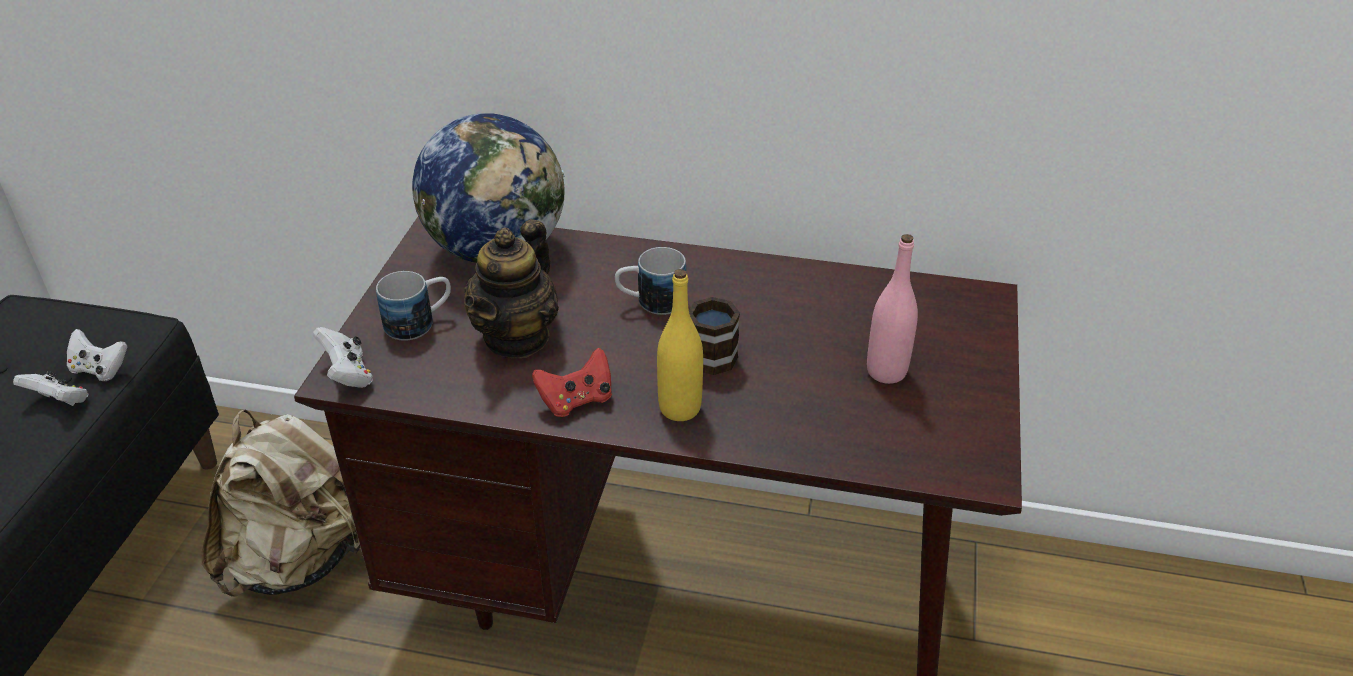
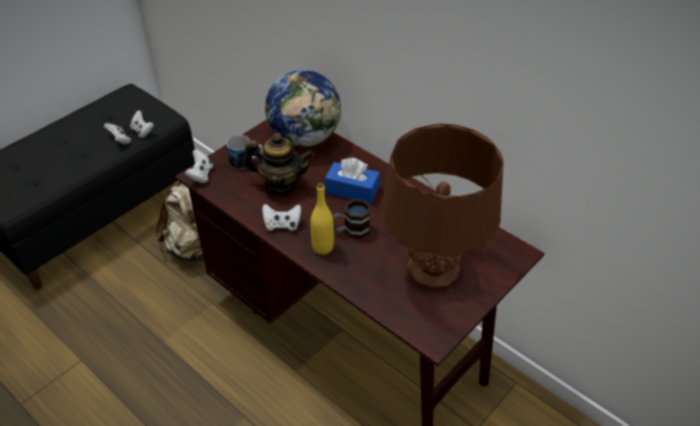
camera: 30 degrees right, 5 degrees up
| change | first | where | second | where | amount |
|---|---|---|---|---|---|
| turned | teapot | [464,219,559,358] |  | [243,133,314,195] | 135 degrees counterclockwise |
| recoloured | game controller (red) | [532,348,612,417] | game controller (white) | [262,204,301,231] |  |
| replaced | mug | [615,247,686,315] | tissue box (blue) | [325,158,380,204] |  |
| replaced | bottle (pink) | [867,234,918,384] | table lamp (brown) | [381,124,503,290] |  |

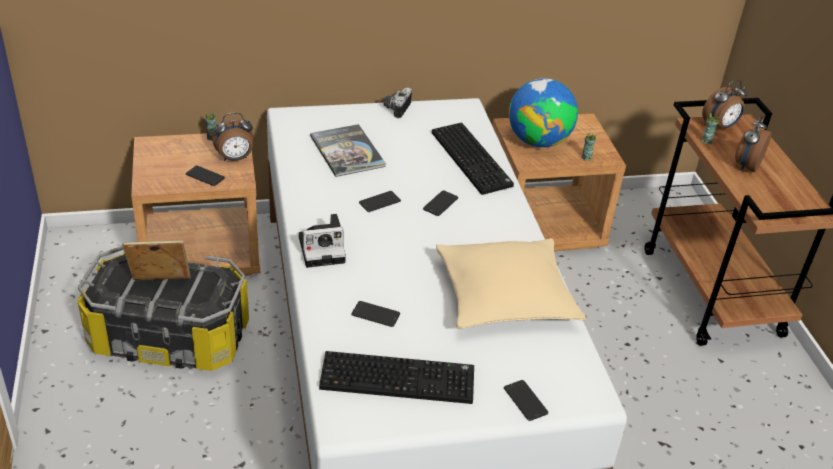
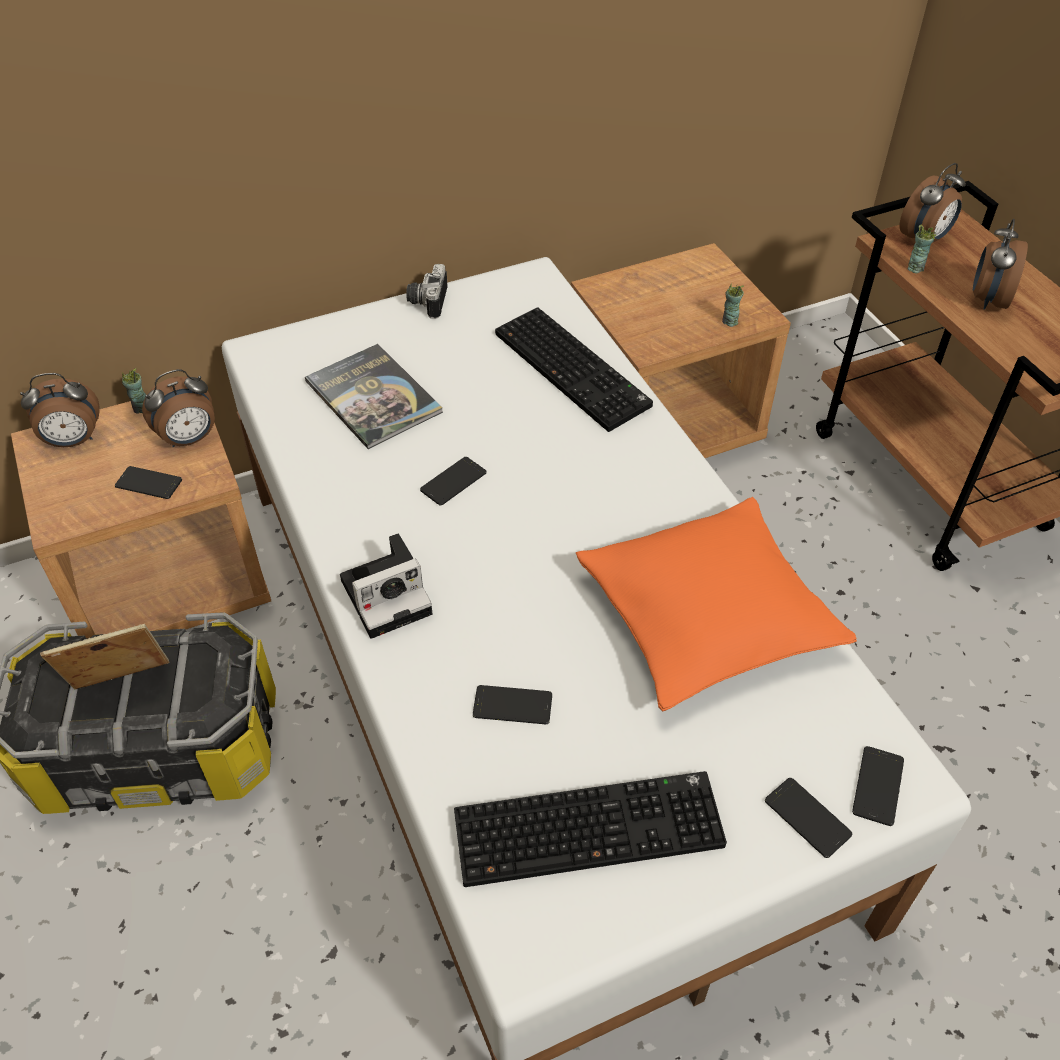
camera: 10 degrees left, 10 degrees up
| change | first | where | second | where | amount |
|---|---|---|---|---|---|
| moved | phone | [423,190,458,216] |  | [852,746,904,826] |  |
| recoloured | pillow (beige) | [436,238,586,329] | pillow (orange) | [576,497,857,711] |  |
| removed | globe | [509,78,578,148] |  |  |  |
| added |  |  | alarm clock | [20,373,100,447] |  |

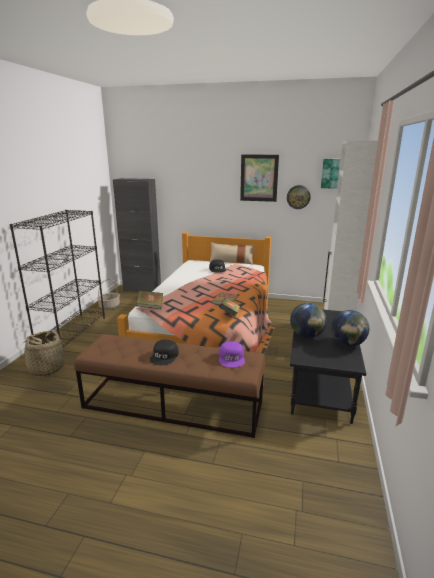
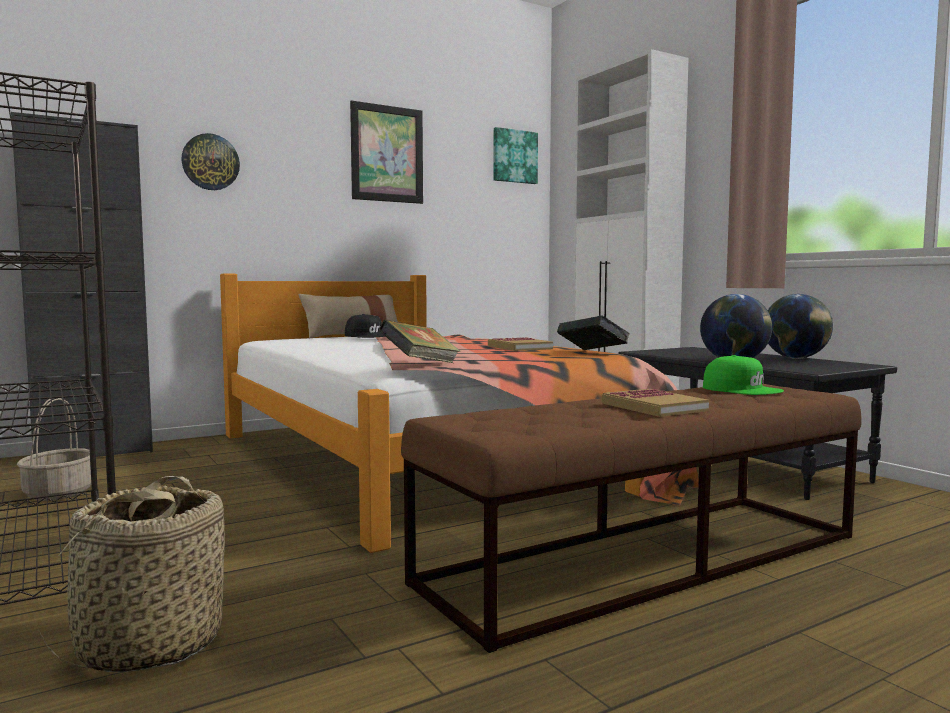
camera: 45 degrees left, 15 degrees down
| change | first | where | second | where | amount |
|---|---|---|---|---|---|
| replaced | cap (black) | [150,340,179,365] | book | [602,389,709,417] |  |
| recoloured | cap (purple) | [219,341,245,368] | cap (green) | [703,355,784,395] |  |
| moved | wall clock | [287,185,311,209] |  | [181,133,240,190] |  |

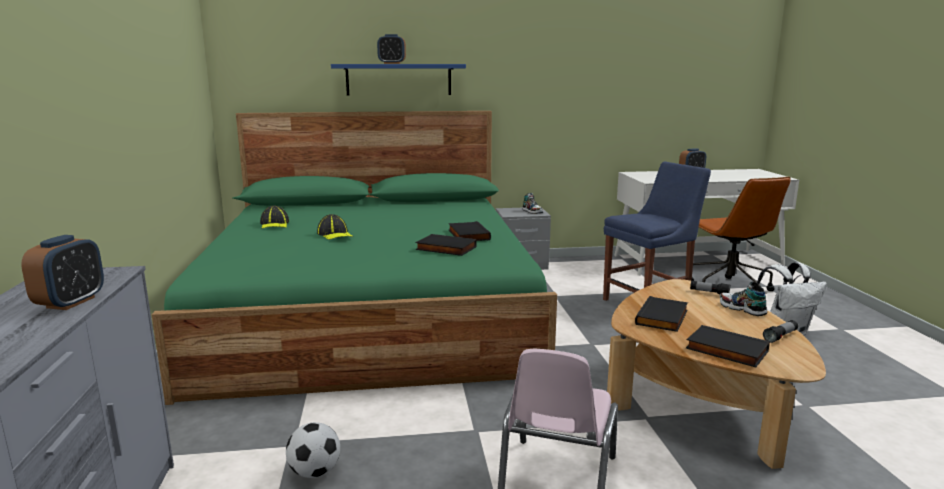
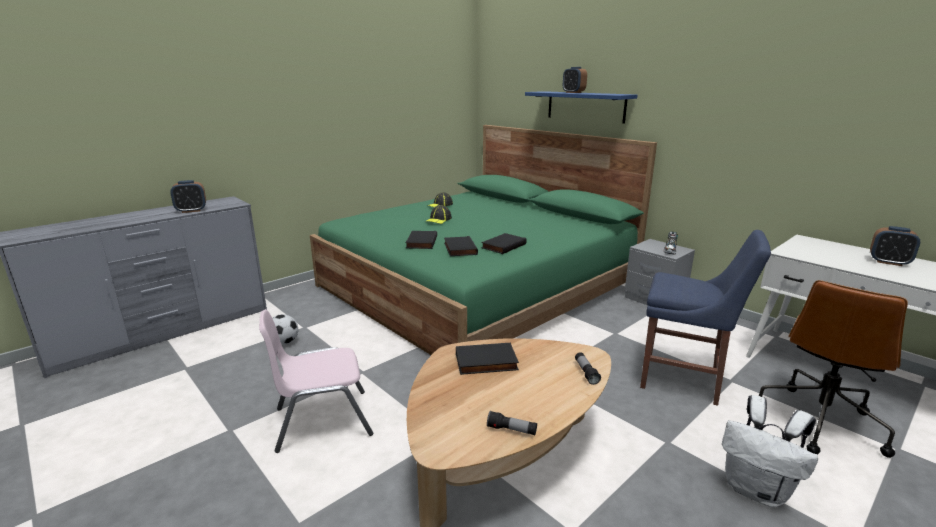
camera: 55 degrees right, 5 degrees up
| change | first | where | second | where | amount |
|---|---|---|---|---|---|
| moved | book (black) | [686,325,770,367] |  | [405,231,437,249] |  |
| removed | shoe | [720,282,767,316] |  |  |  |

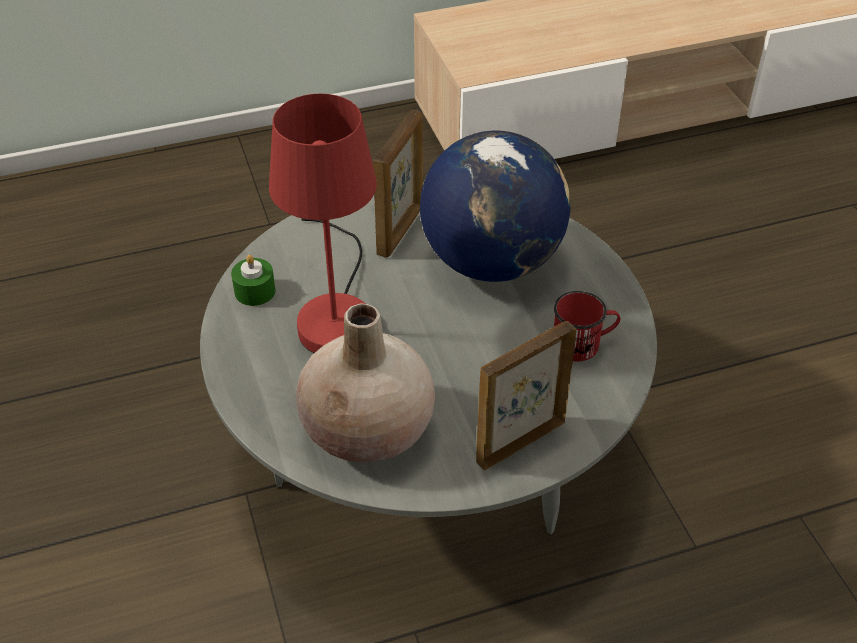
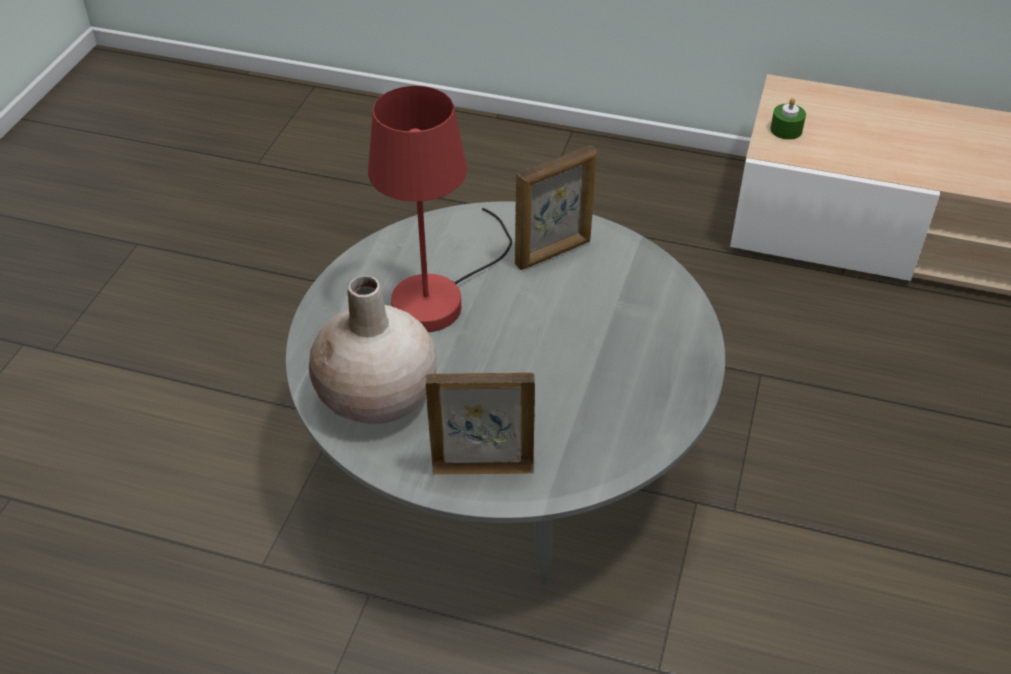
camera: 35 degrees right, 0 degrees up
| change | first | where | second | where | amount |
|---|---|---|---|---|---|
| moved | candle (green) | [231,255,275,306] |  | [770,98,806,140] |  |
| removed | globe | [420,130,571,282] |  |  |  |
| removed | mug (red) | [554,291,620,361] |  |  |  |

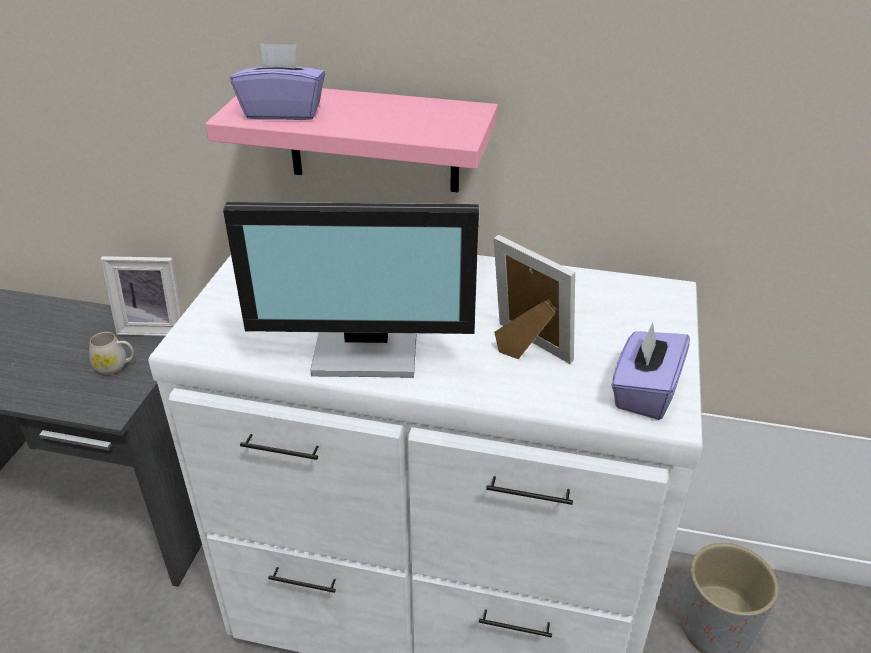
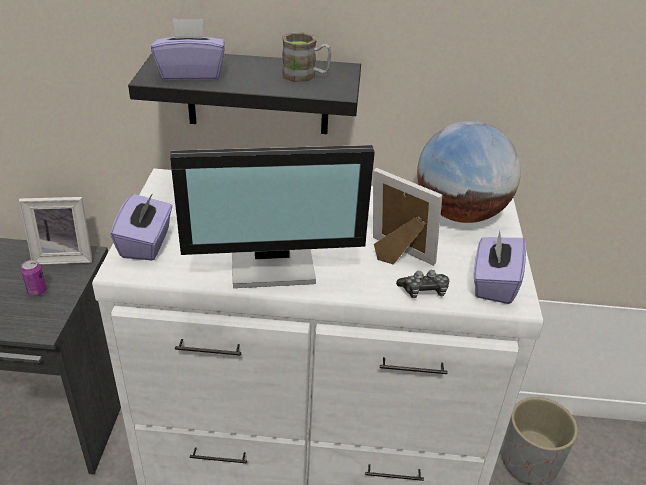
camera: 10 degrees left, 0 degrees up
| change | first | where | second | where | amount |
|---|---|---|---|---|---|
| replaced | mug (white) | [89,332,134,375] | can | [21,260,47,296] |  |
| recoloured | shelf (pink) | [205,88,498,192] | shelf (black) | [128,53,361,134] |  |
| added |  |  | tissue box (purple) | [111,193,172,261] |  |
| added |  |  | mug (brown) | [282,32,332,82] |  |
| added |  |  | game controller | [396,270,449,298] |  |
| added |  |  | globe | [417,121,521,223] |  |

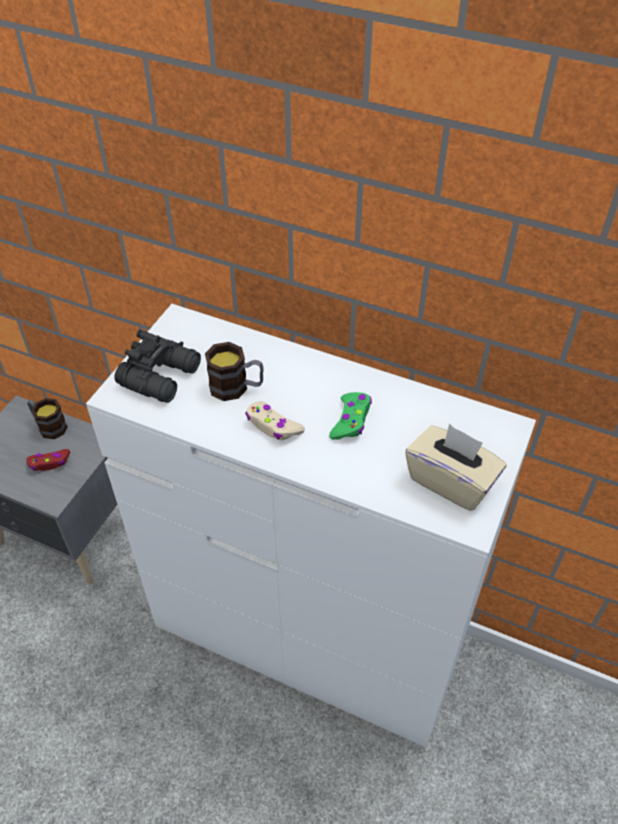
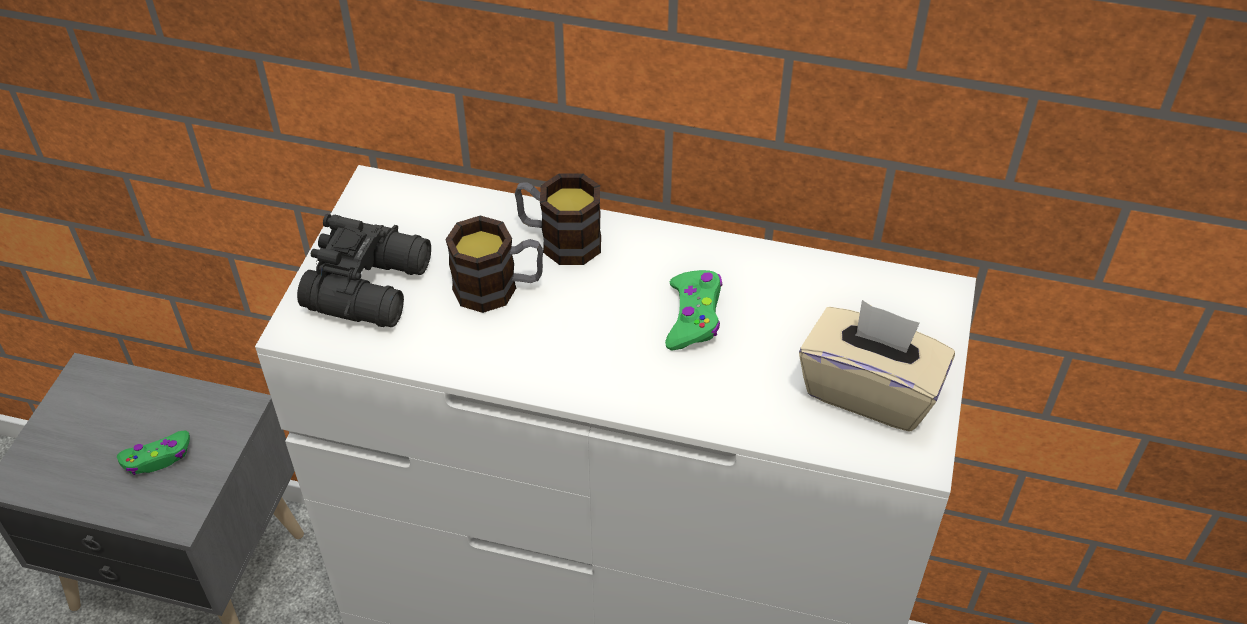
camera: 10 degrees left, 0 degrees up
| change | first | where | second | where | amount |
|---|---|---|---|---|---|
| recoloured | game controller (red) | [26,449,70,471] | game controller (green) | [117,431,190,475] |  |
| moved | mug | [27,398,68,439] |  | [515,173,601,265] |  |
| removed | game controller (beige) | [245,401,305,440] |  |  |  |

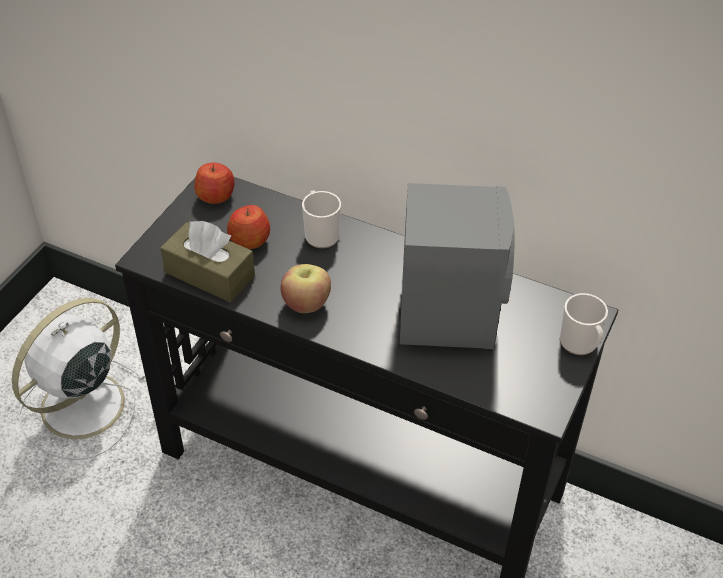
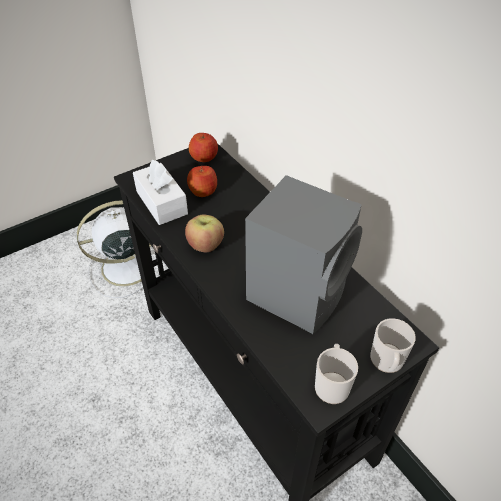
camera: 30 degrees right, 0 degrees up
| change | first | where | second | where | amount |
|---|---|---|---|---|---|
| recoloured | tissue box (brown) | [160,221,255,302] | tissue box (white) | [133,160,188,225] |  |
| moved | mug | [302,191,341,248] |  | [315,344,358,404] |  |

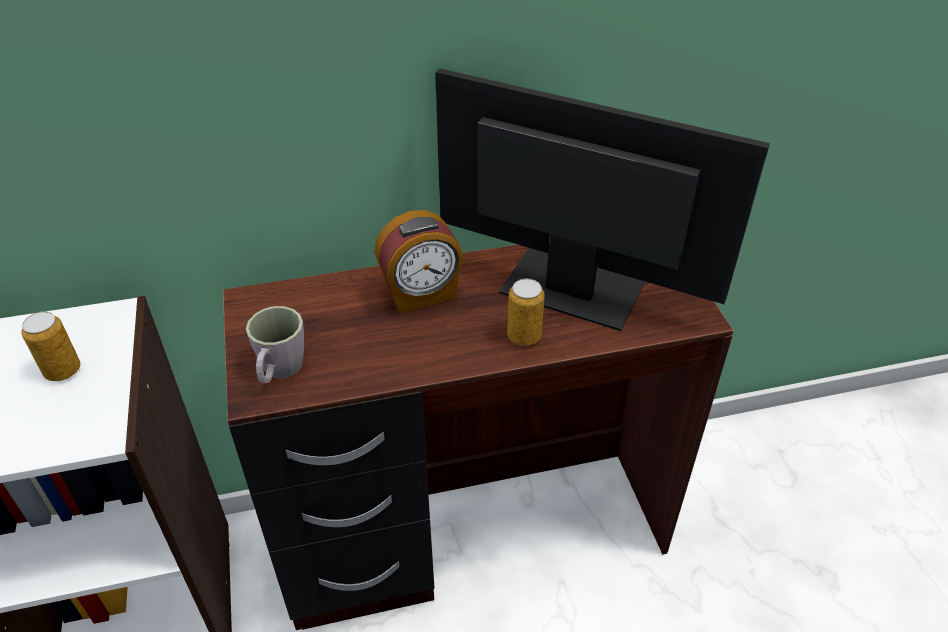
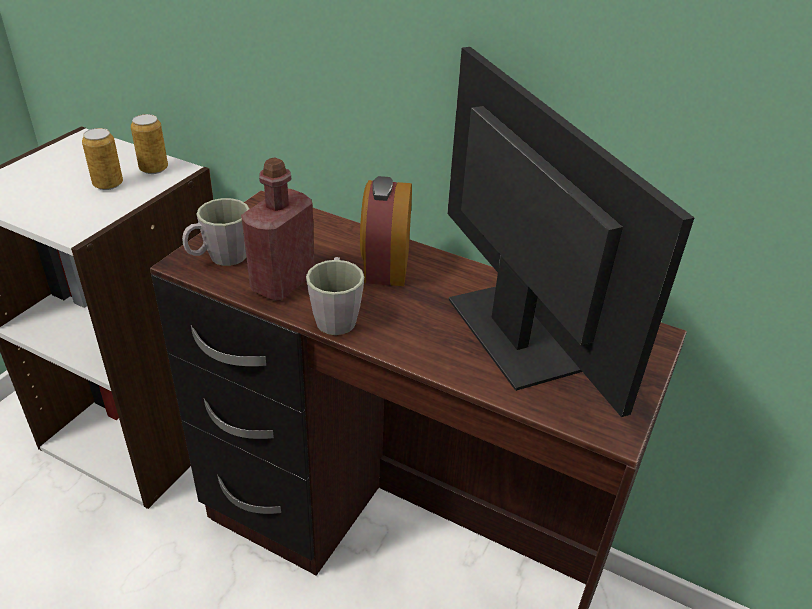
camera: 40 degrees right, 5 degrees down
| change | first | where | second | where | amount |
|---|---|---|---|---|---|
| turned | alarm clock | [375,210,463,314] |  | [360,176,412,286] | 75 degrees clockwise |
| moved | can | [507,279,545,346] |  | [131,114,168,174] |  |
| added |  |  | bottle (red) | [241,157,315,301] |  |
| added |  |  | mug (grey) | [306,257,364,335] |  |

